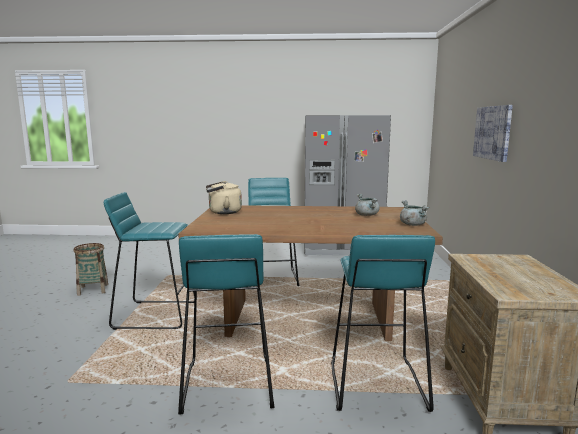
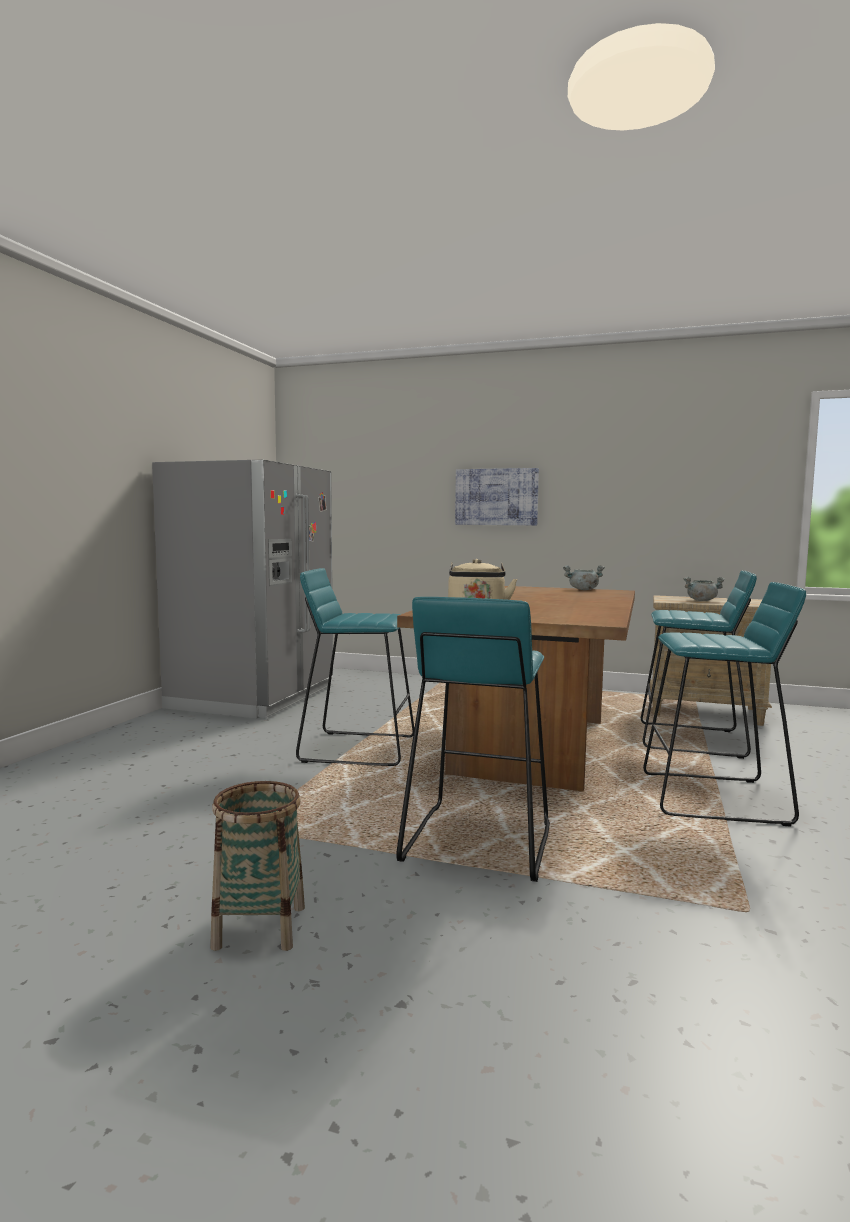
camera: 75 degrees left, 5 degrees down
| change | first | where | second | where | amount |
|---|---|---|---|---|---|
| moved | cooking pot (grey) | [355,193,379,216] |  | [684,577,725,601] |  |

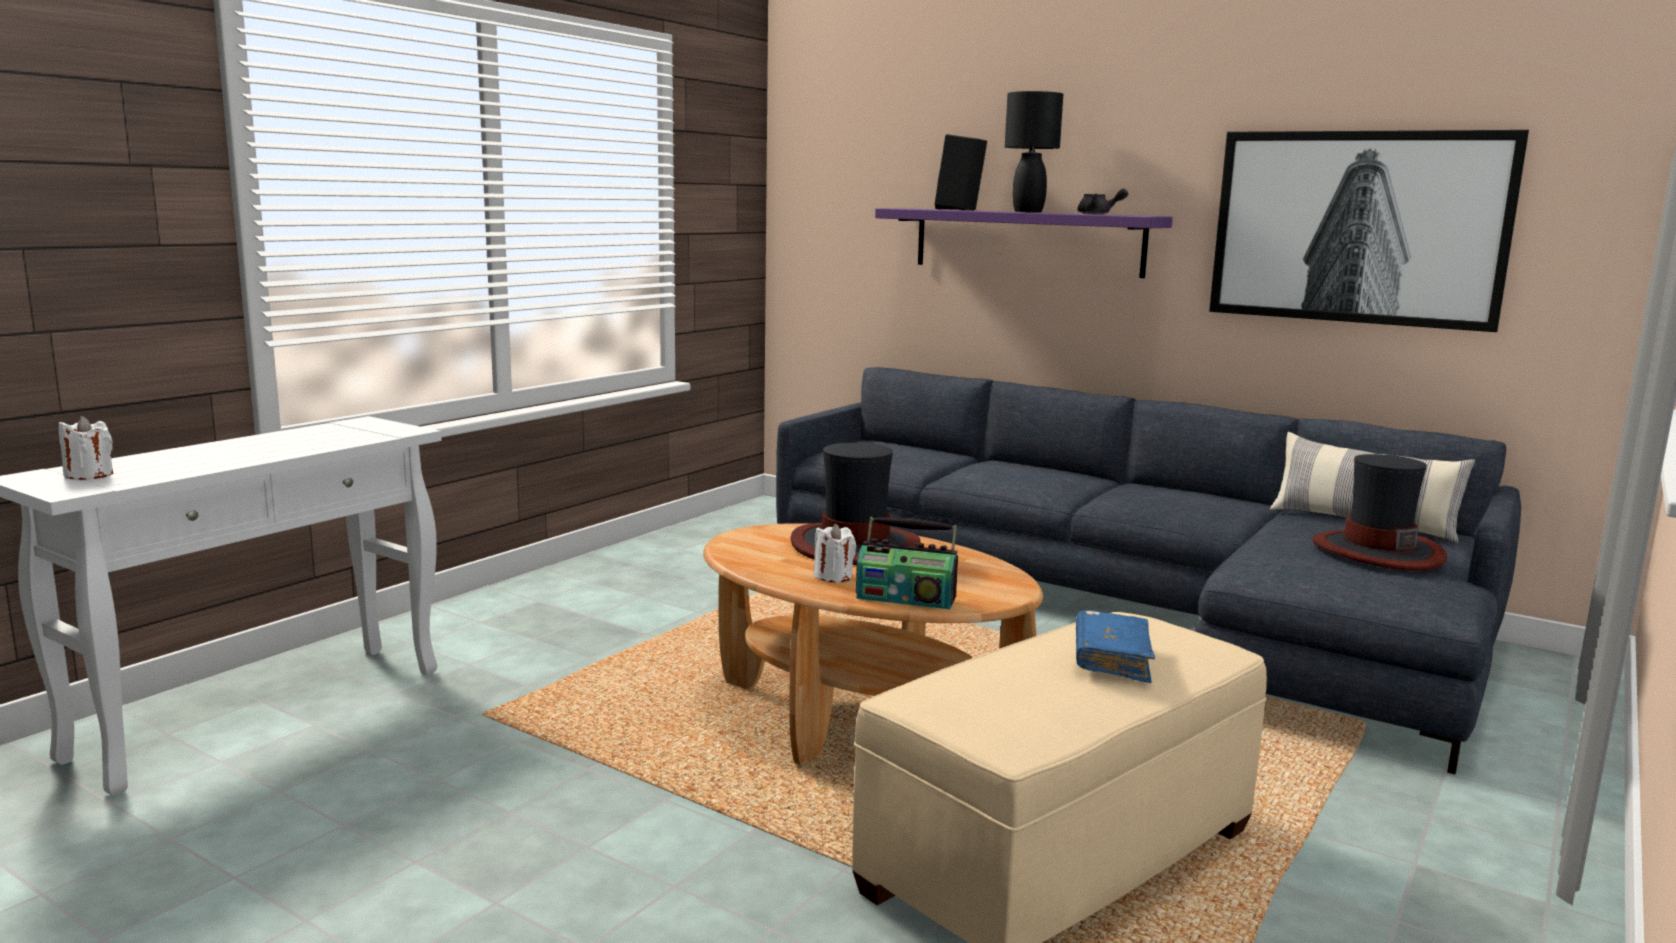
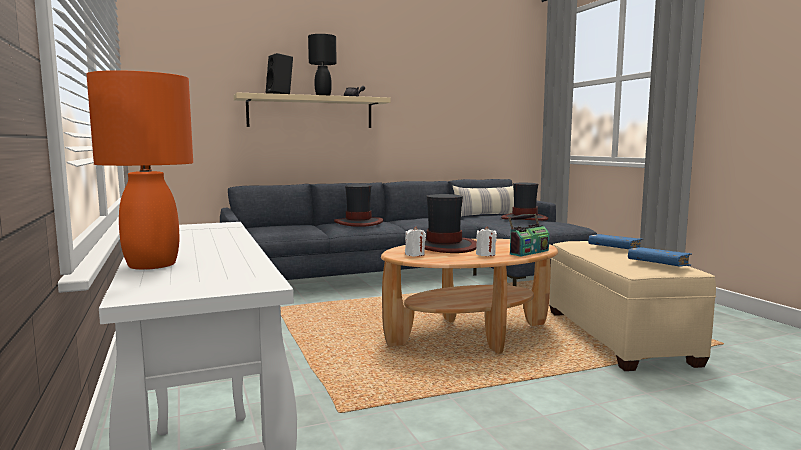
camera: 55 degrees left, 5 degrees down
| change | first | where | second | where | amount |
|---|---|---|---|---|---|
| moved | candle (white) | [59,416,113,480] |  | [405,226,426,256] |  |
| recoloured | shelf (purple) | [875,208,1173,278] | shelf (beige) | [233,92,391,128] |  |
| removed | picture | [1209,130,1529,332] |  |  |  |
| added |  |  | table lamp (orange) | [86,70,193,270] |  |
| added |  |  | hat | [334,185,383,227] |  |
| added |  |  | book (blue) | [628,247,692,267] |  |

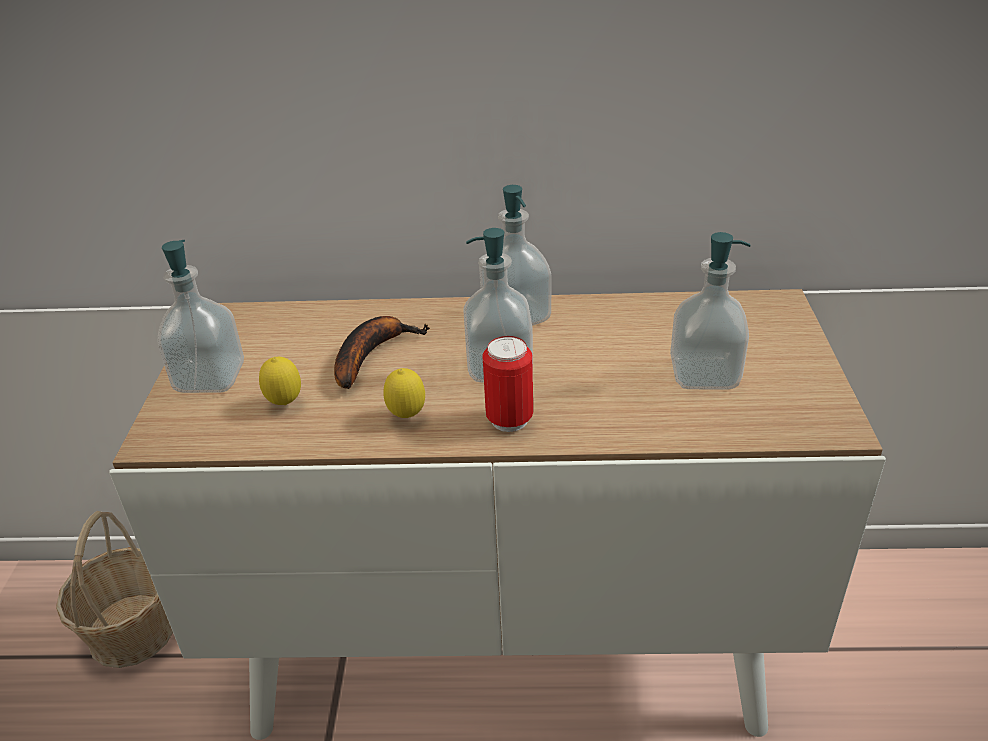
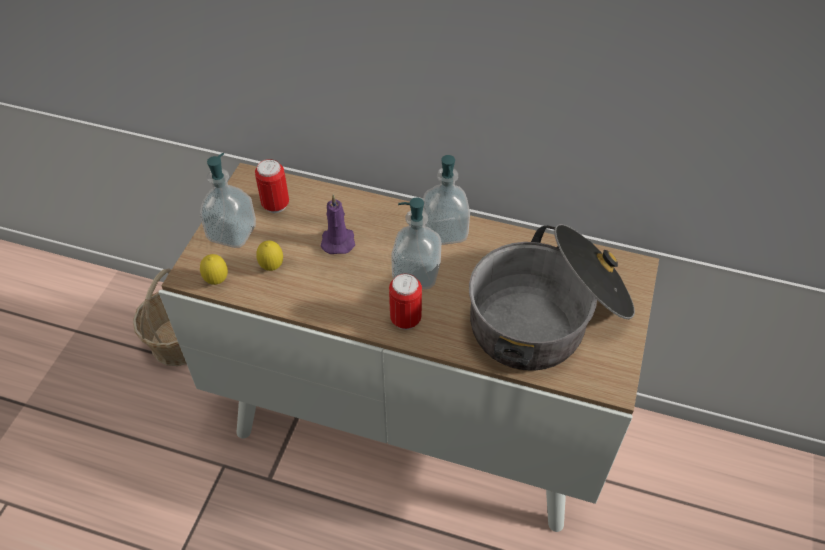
camera: 15 degrees right, 15 degrees up
| change | first | where | second | where | amount |
|---|---|---|---|---|---|
| replaced | banana | [334,316,430,389] | candle (purple) | [321,194,355,254] |  |
| moved | lemon | [384,368,425,418] |  | [200,254,228,285] |  |
| replaced | soap dispenser | [670,232,751,389] | cooking pot | [469,224,635,371] |  |
| added |  |  | can | [255,159,289,213] |  |

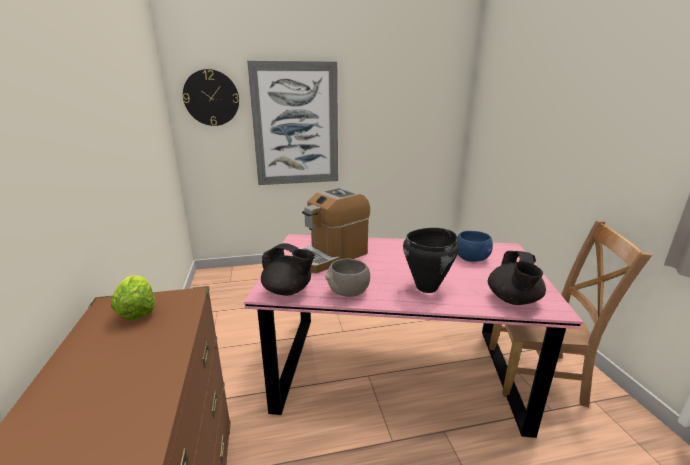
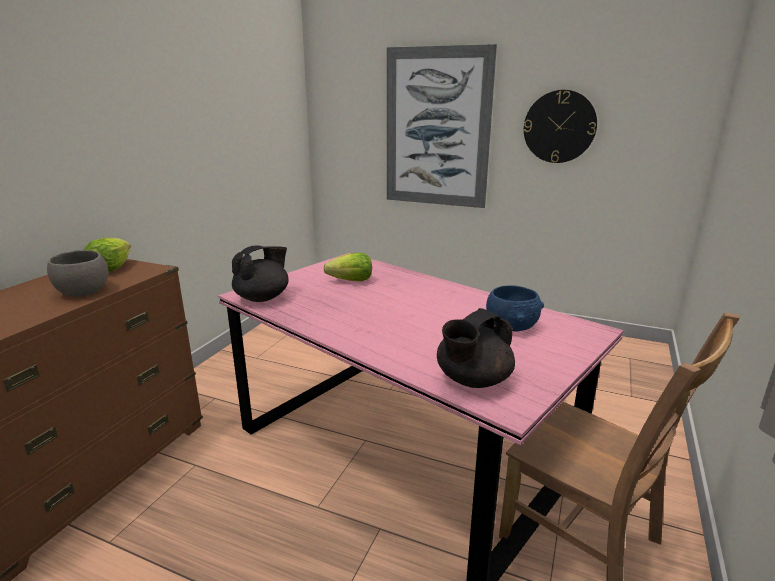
camera: 35 degrees right, 0 degrees up
| change | first | where | second | where | amount |
|---|---|---|---|---|---|
| moved | wall clock | [183,69,239,126] |  | [524,90,597,163] |  |
| turned | teapot (black) | [261,243,315,296] |  | [232,246,289,302] | 105 degrees counterclockwise |
| replaced | coffee machine | [292,188,370,273] | lettuce | [323,253,372,281] |  |
| moved | bowl (grey) | [325,258,370,297] |  | [47,250,109,297] |  |
| removed | cooking pot (black) | [403,228,459,293] |  |  |  |

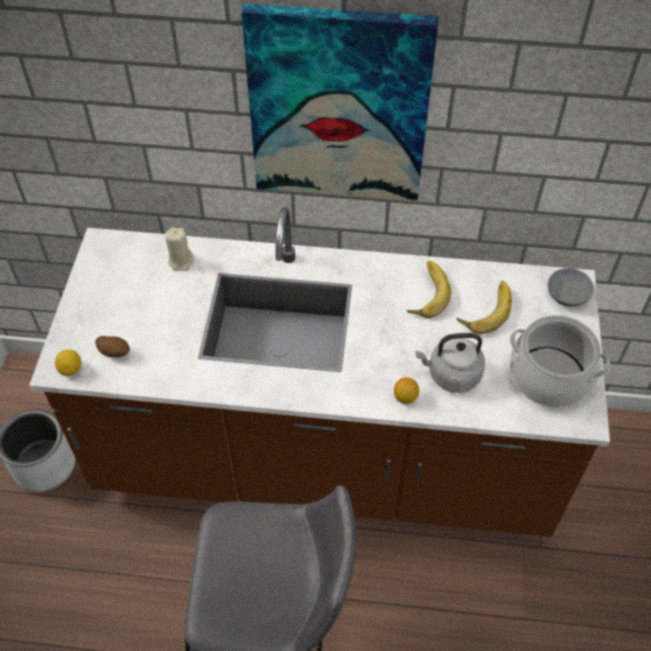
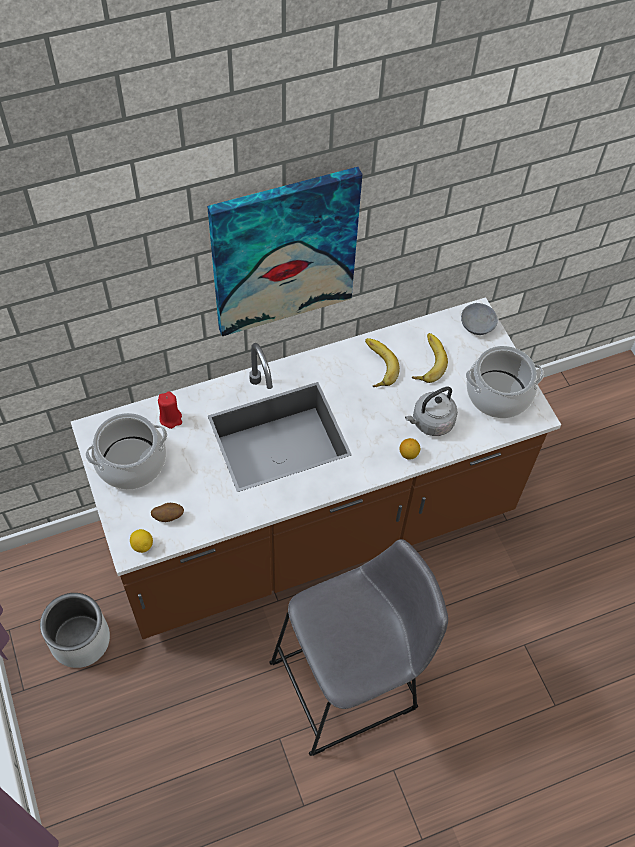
camera: 30 degrees left, 5 degrees up
| change | first | where | second | where | amount |
|---|---|---|---|---|---|
| recoloured | candle (beige) | [165,227,194,271] | candle (red) | [158,391,182,429] |  |
| added |  |  | cooking pot | [85,413,167,490] |  |

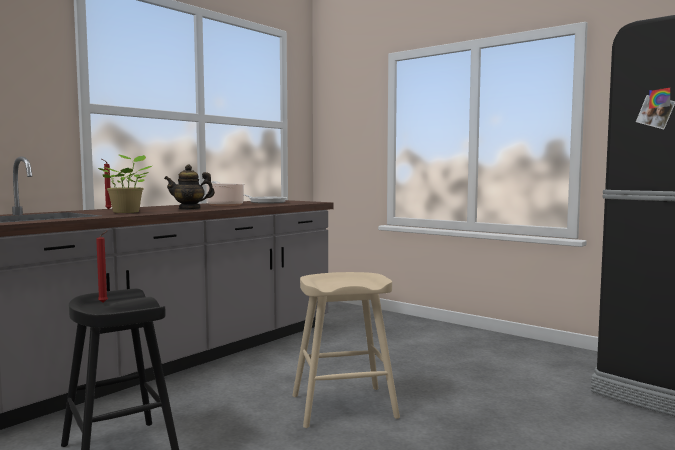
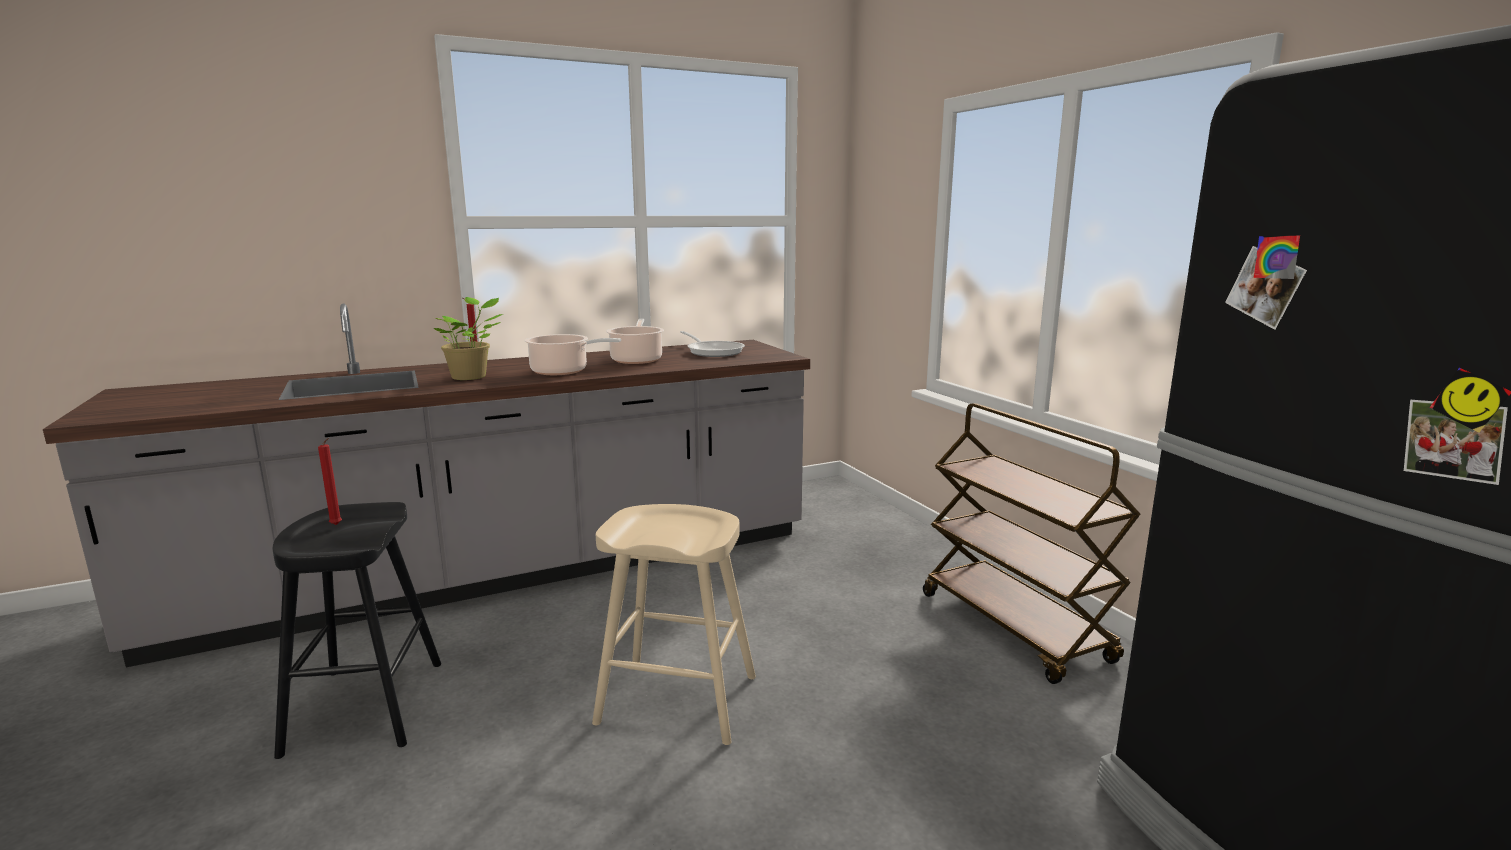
camera: 25 degrees right, 10 degrees up
| change | first | where | second | where | amount |
|---|---|---|---|---|---|
| replaced | teapot | [164,164,215,210] | cooking pot | [525,334,621,375] |  |
| added |  |  | cart (brown) | [923,403,1141,684] |  |

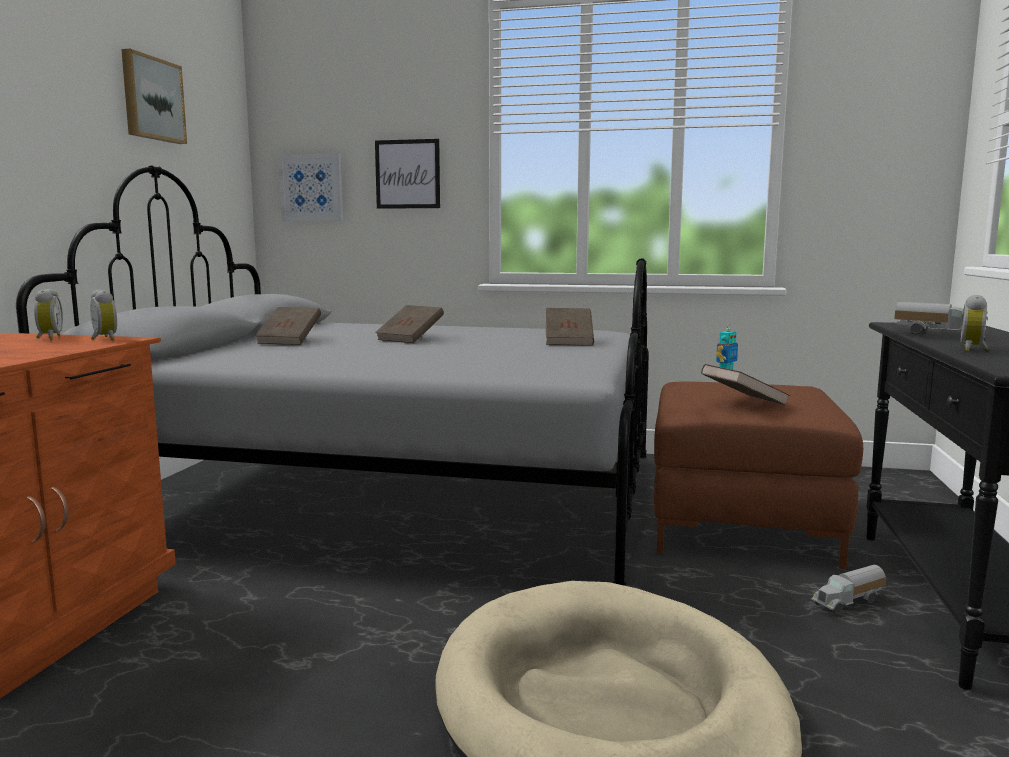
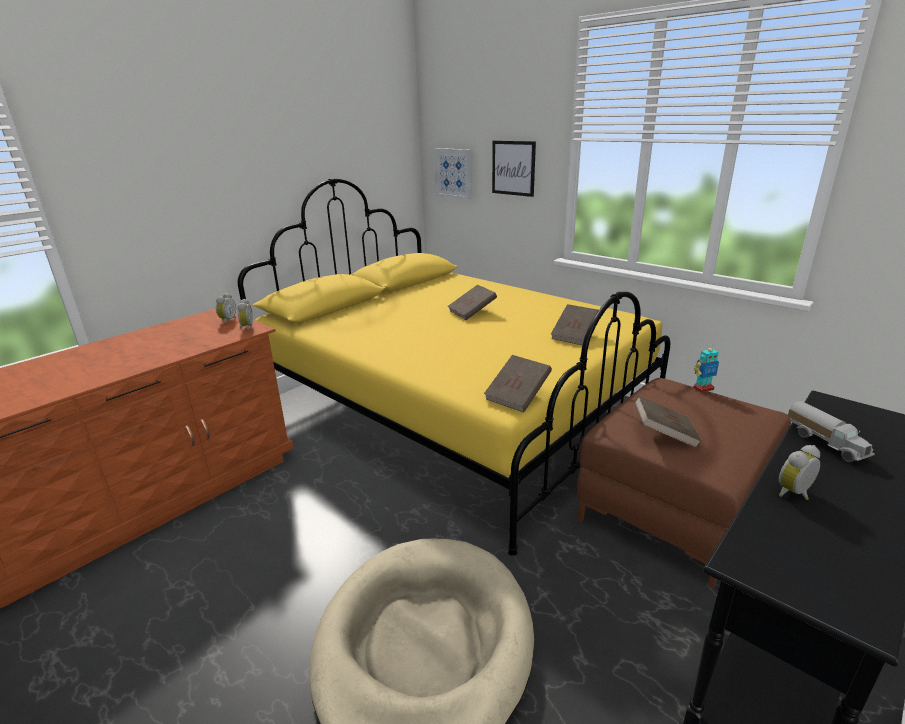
camera: 30 degrees right, 15 degrees up
| change | first | where | second | where | amount |
|---|---|---|---|---|---|
| recoloured | bed (grey) | [16,165,649,586] | bed (yellow) | [238,178,670,556] |  |
| removed | picture | [121,49,187,144] |  |  |  |
| moved | book (brown) | [255,307,321,345] |  | [484,355,552,413] |  |
| removed | toy truck | [811,565,886,614] |  |  |  |

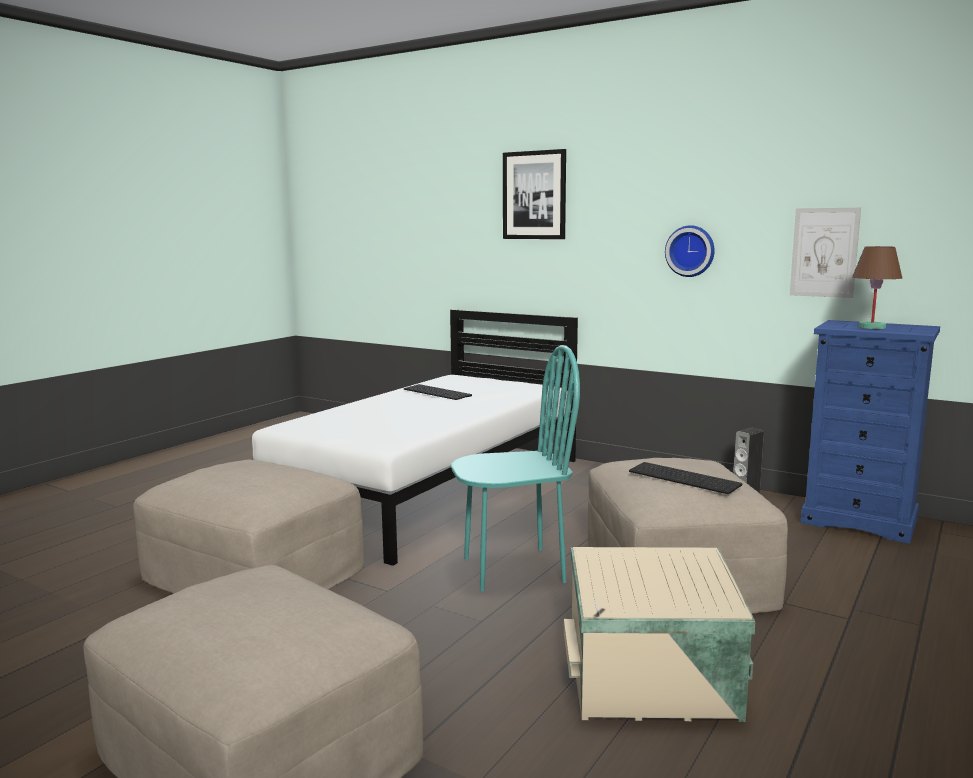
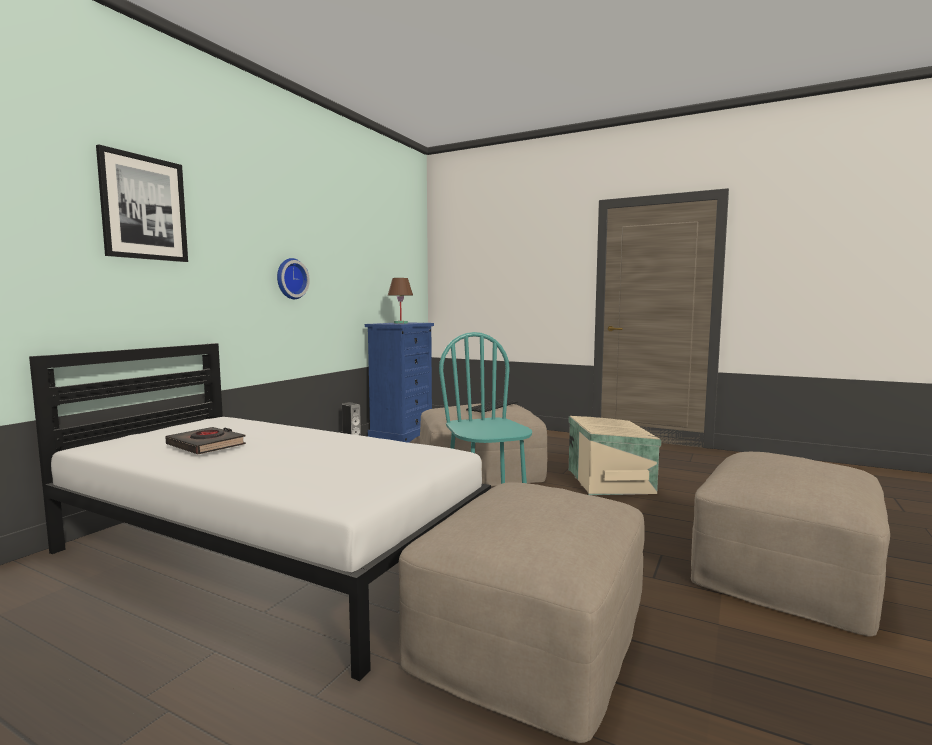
camera: 95 degrees left, 5 degrees down
| change | first | where | second | where | amount |
|---|---|---|---|---|---|
| replaced | keyboard | [404,384,472,400] | book (black) | [165,427,246,454] |  |
| removed | picture | [790,208,861,298] |  |  |  |

